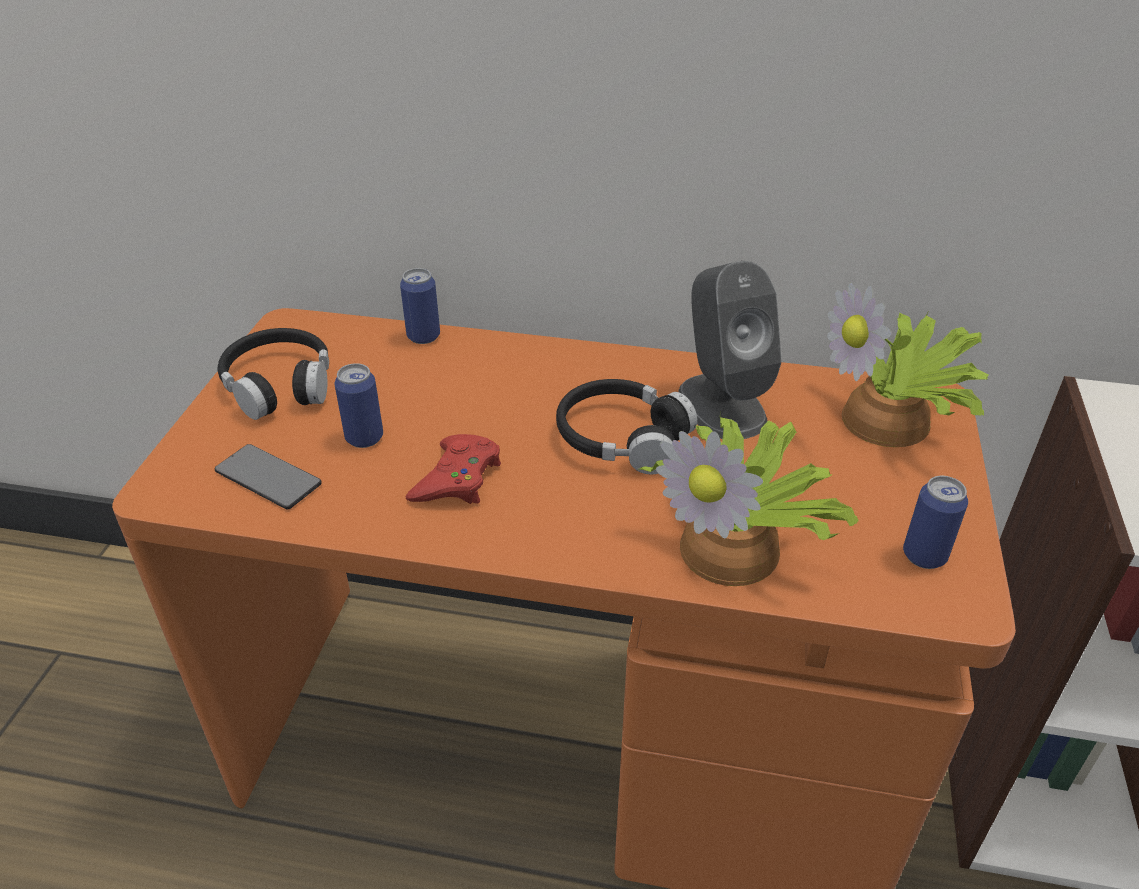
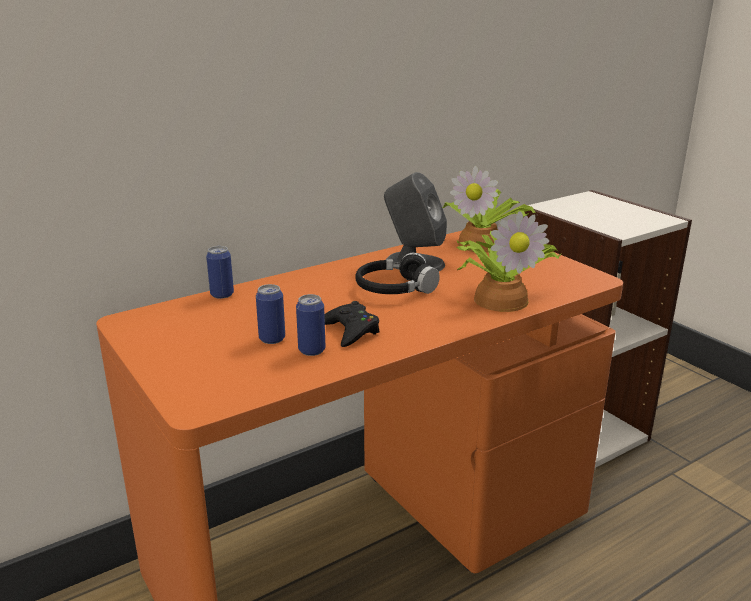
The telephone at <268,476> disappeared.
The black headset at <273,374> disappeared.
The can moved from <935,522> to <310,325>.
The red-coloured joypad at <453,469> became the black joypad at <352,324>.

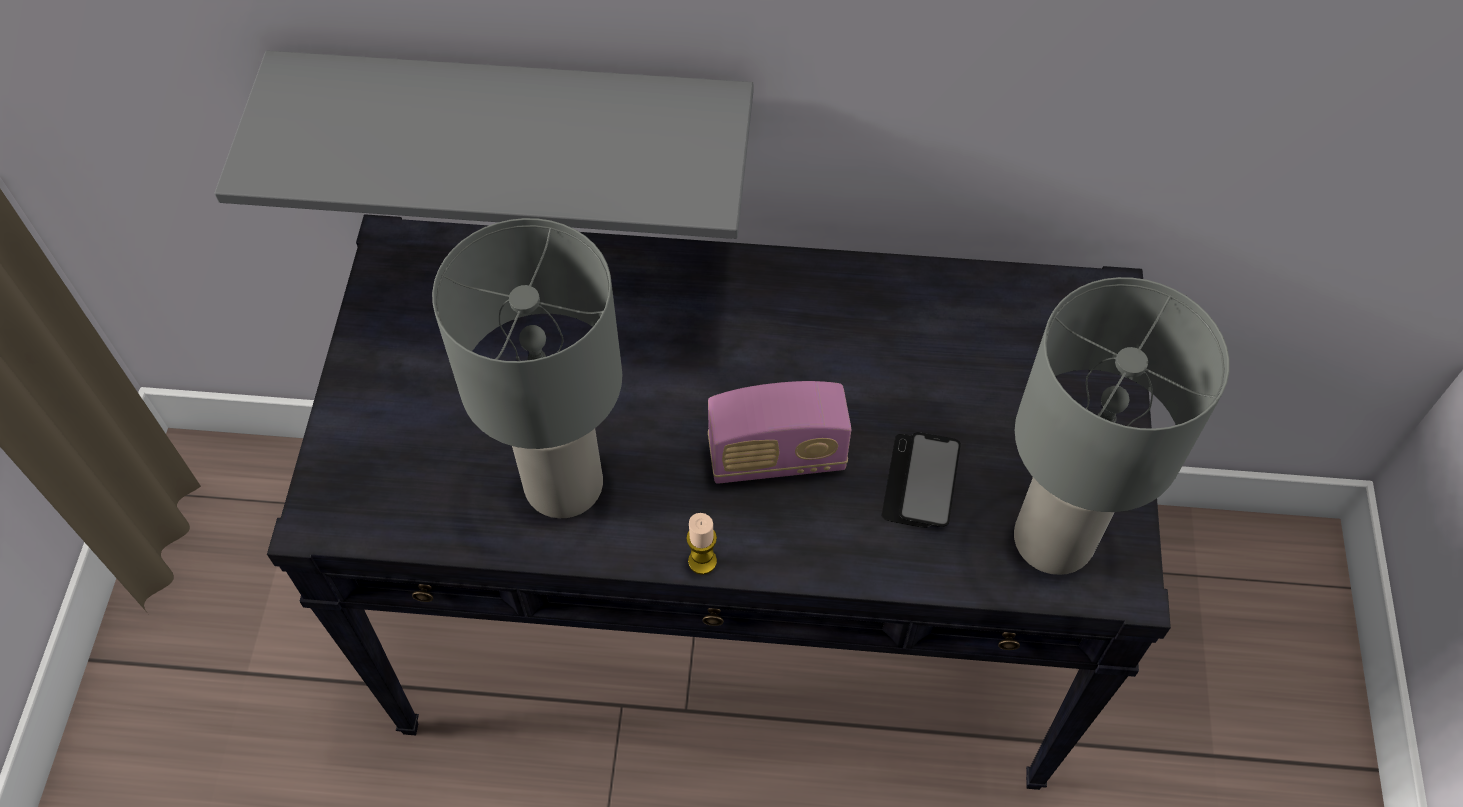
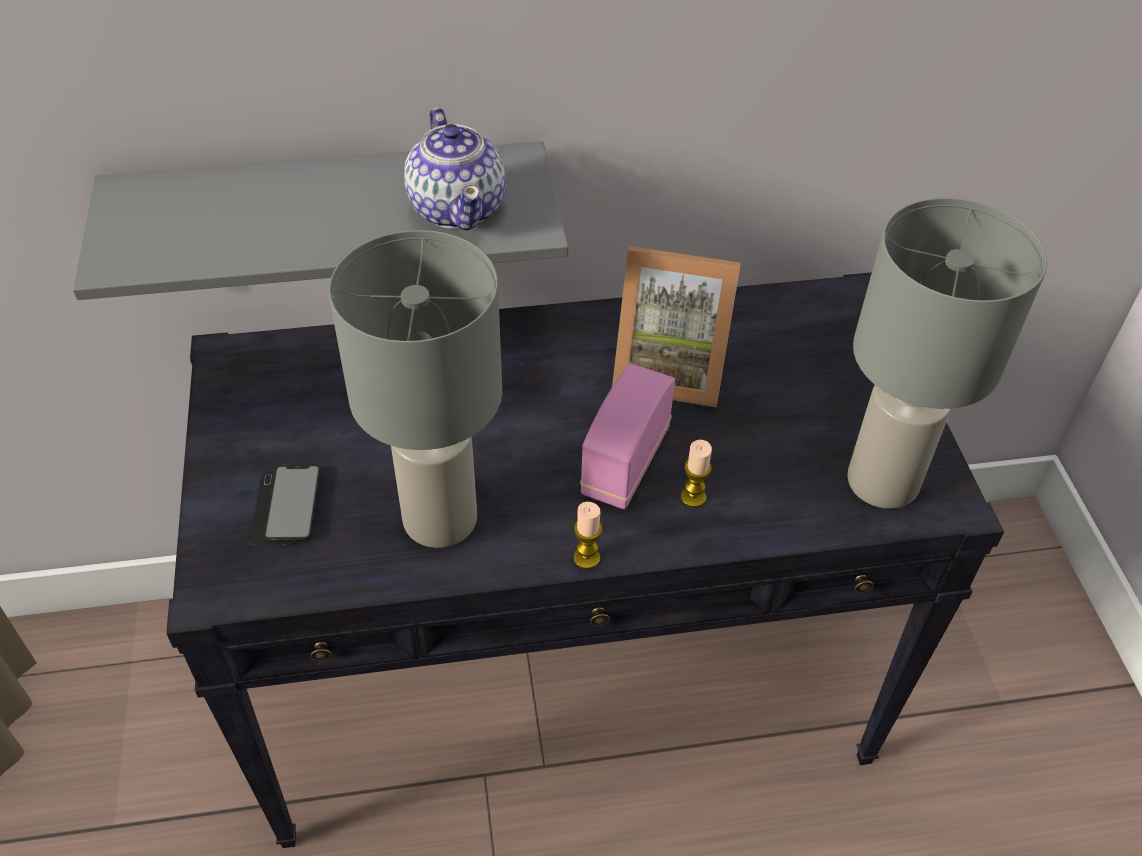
The tea pot at <455,169> appeared.
The photo frame at <676,326> appeared.
The wax light at <696,474> appeared.
The telephone moved from <921,480> to <285,505>.
The radio set at <779,432> turned 135 degrees clockwise.

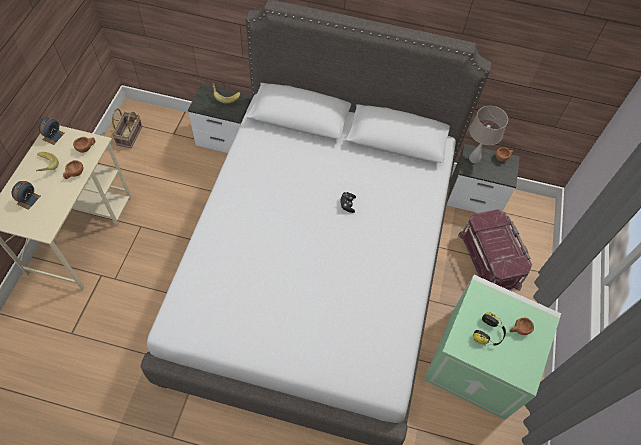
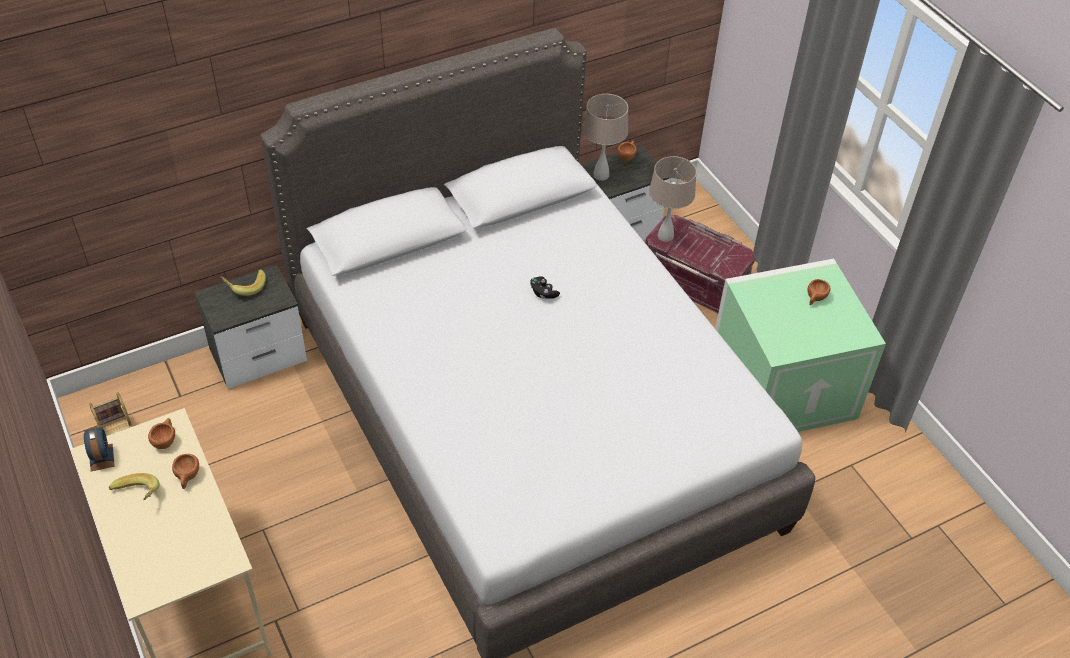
The alarm clock at <26,195> disappeared.
The headset at <489,329> disappeared.
The sand-coloured tabletop lamp at <673,199> appeared.

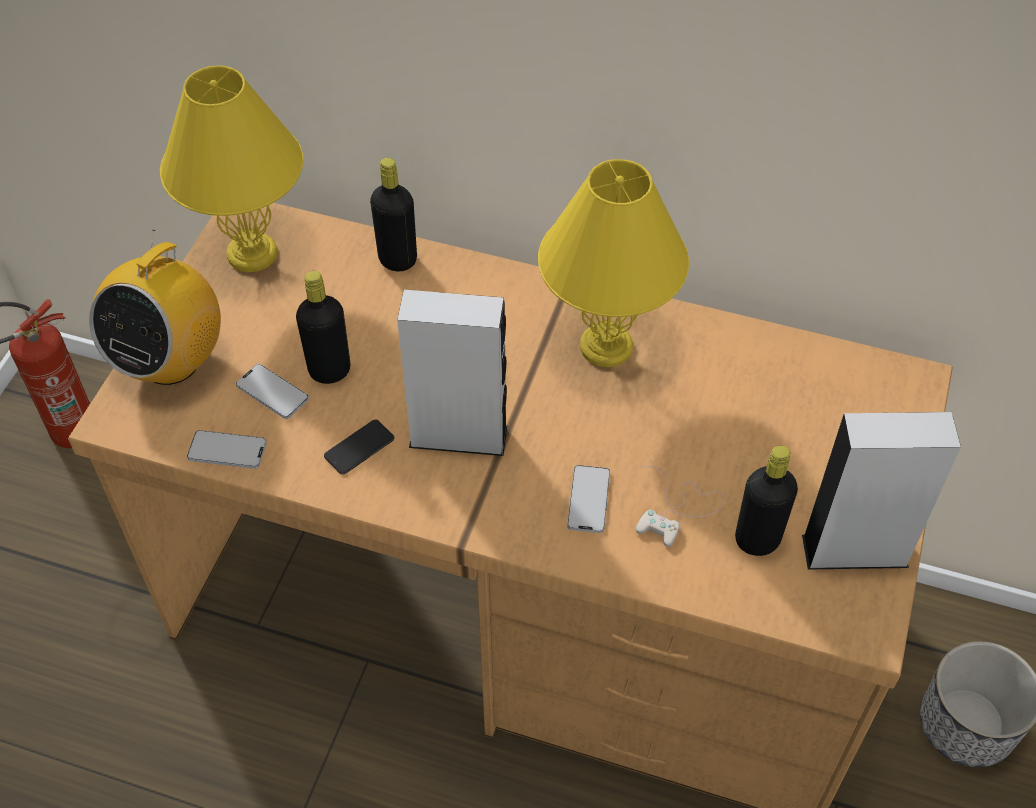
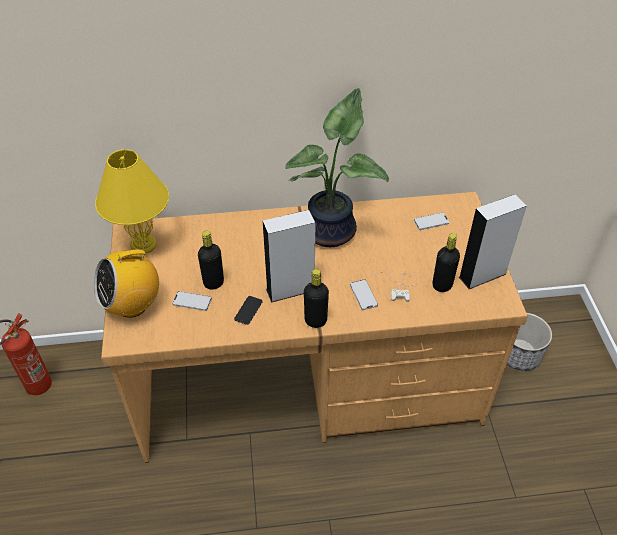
The telephone moved from <227,449> to <431,221>.
The black drink bottle moved from <393,215> to <316,298>.
The yellowish tabletop lamp at <613,263> was replaced by the plant in a pot at <337,167>.
The radio set at <155,307> turned 60 degrees clockwise.

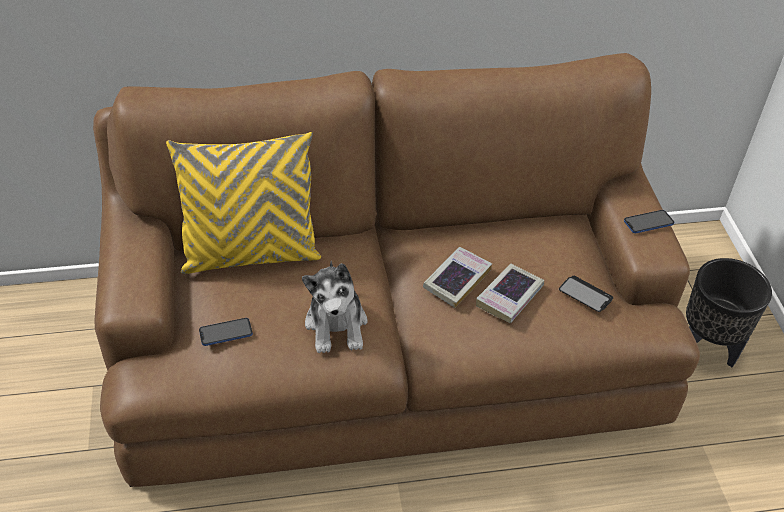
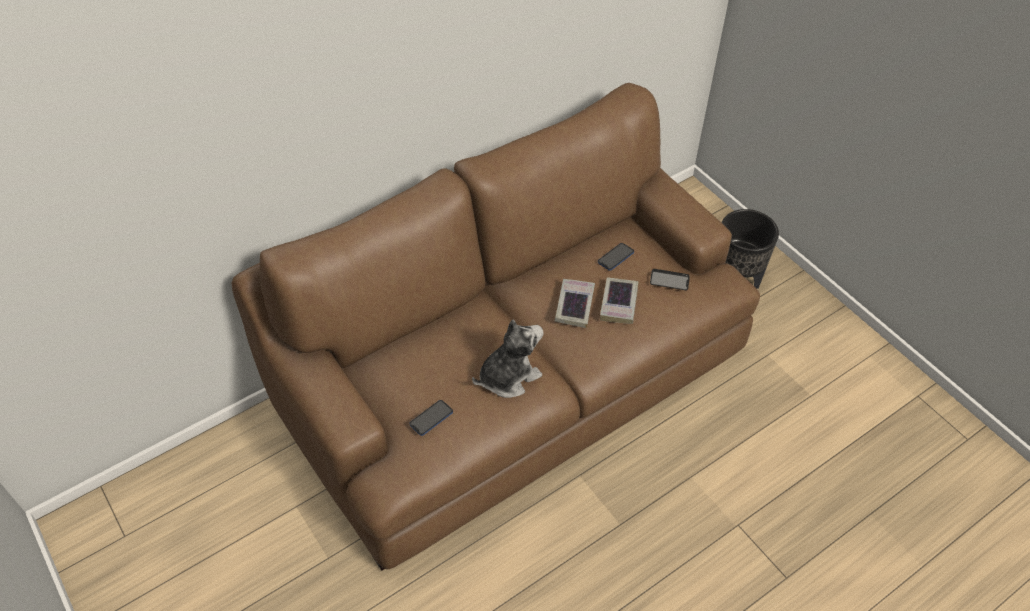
The yellowish cushion at <243,203> disappeared.
The telephone moved from <649,221> to <616,257>.
The plush toy at <335,307> turned 90 degrees counterclockwise.

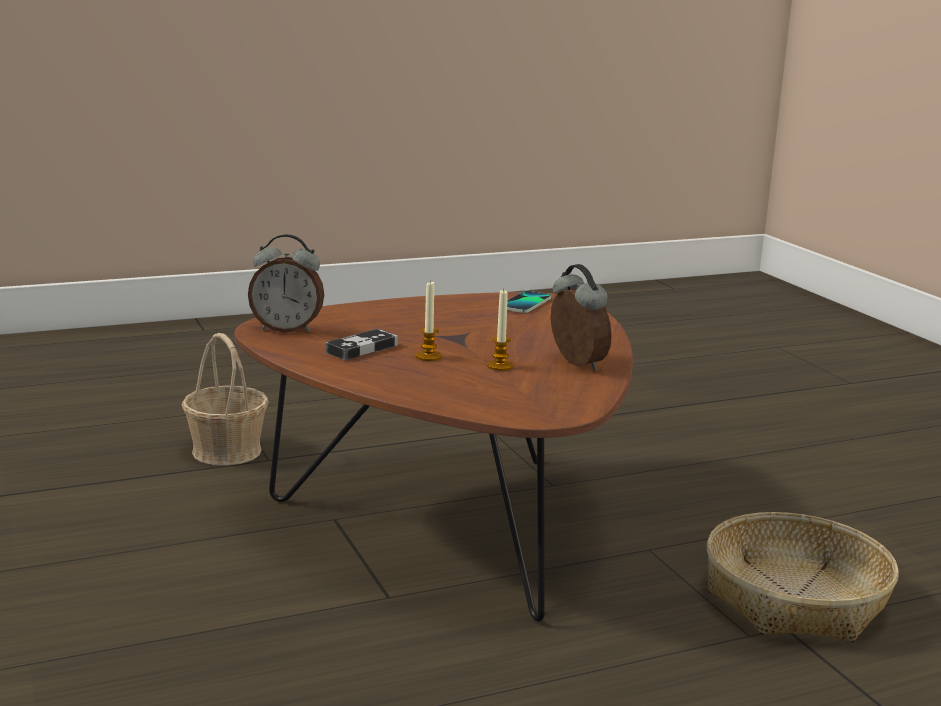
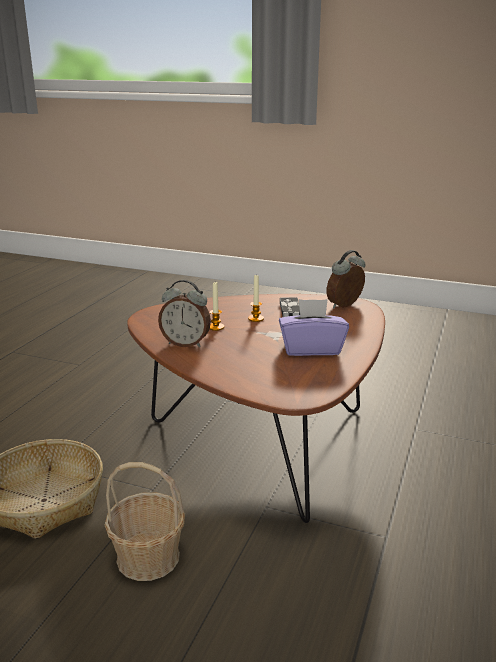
The telephone at <529,302> disappeared.
The purplish tissue box at <314,327> appeared.
The household basket moved from <225,399> to <145,521>.

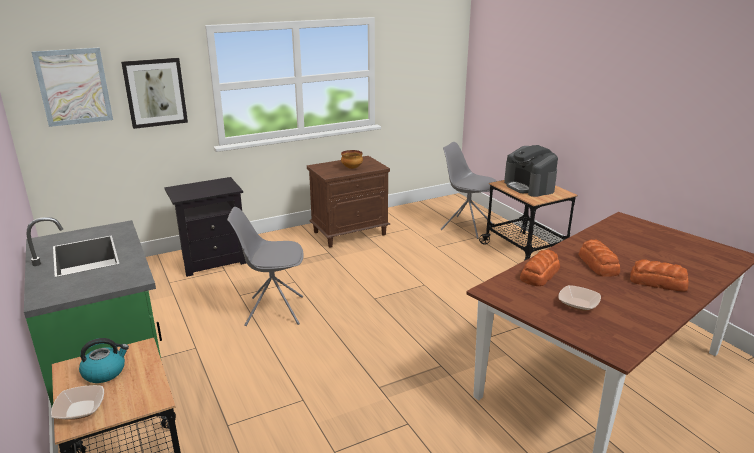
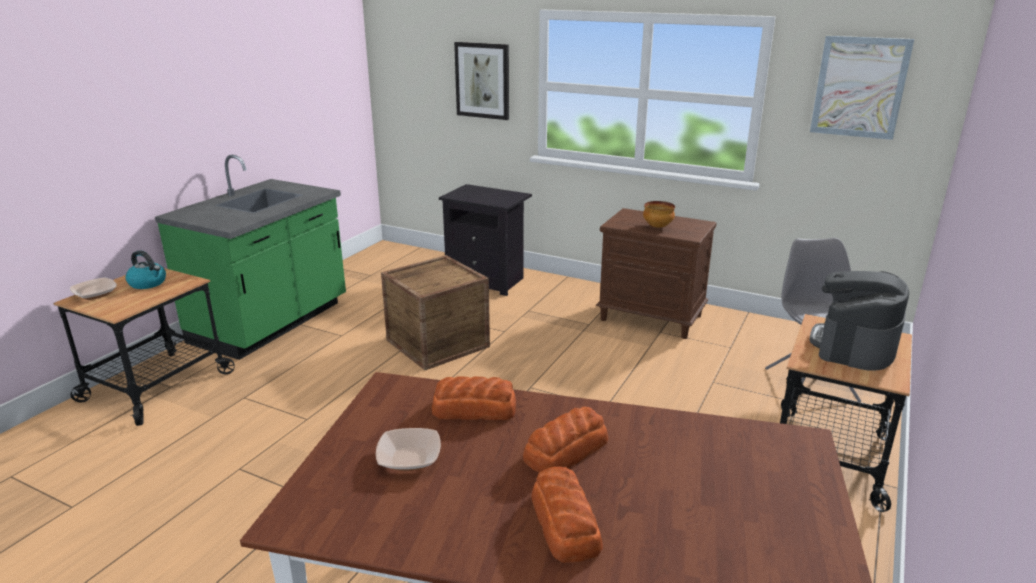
The picture moved from <72,87> to <862,88>.
The gray chair at <265,266> was replaced by the shipping crate at <435,312>.

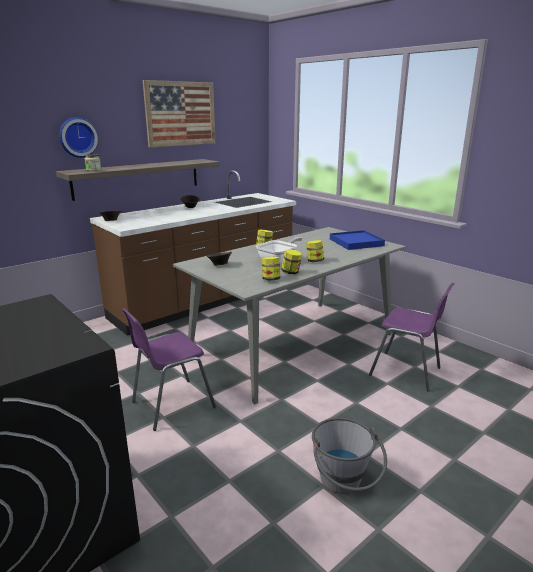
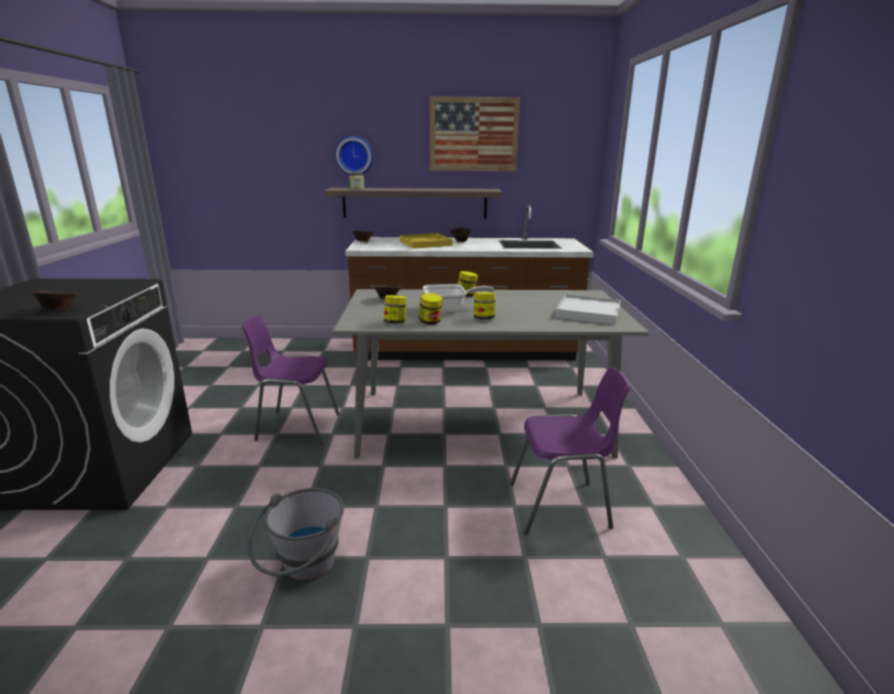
The brownish bowl at <54,299> appeared.
The yellowish tray at <426,241> appeared.
The bluish tray at <357,240> became the whitish tray at <588,309>.
The purplish chair at <412,337> turned 75 degrees counterclockwise.

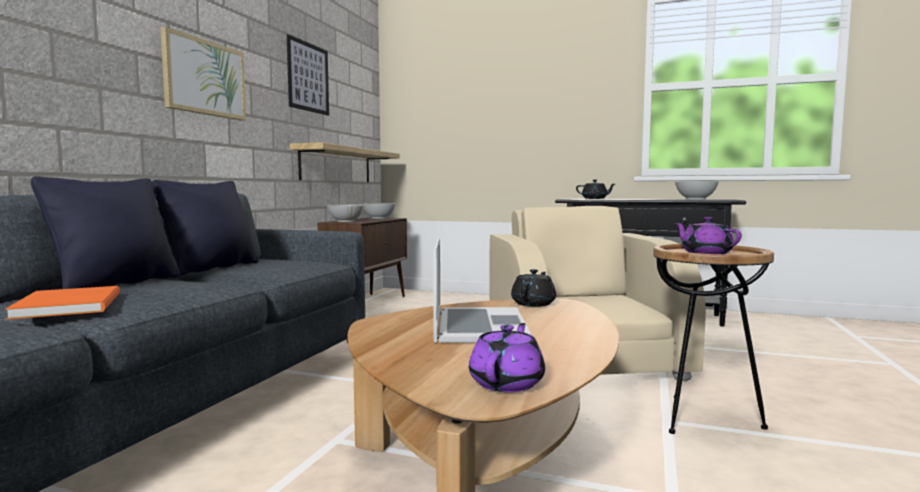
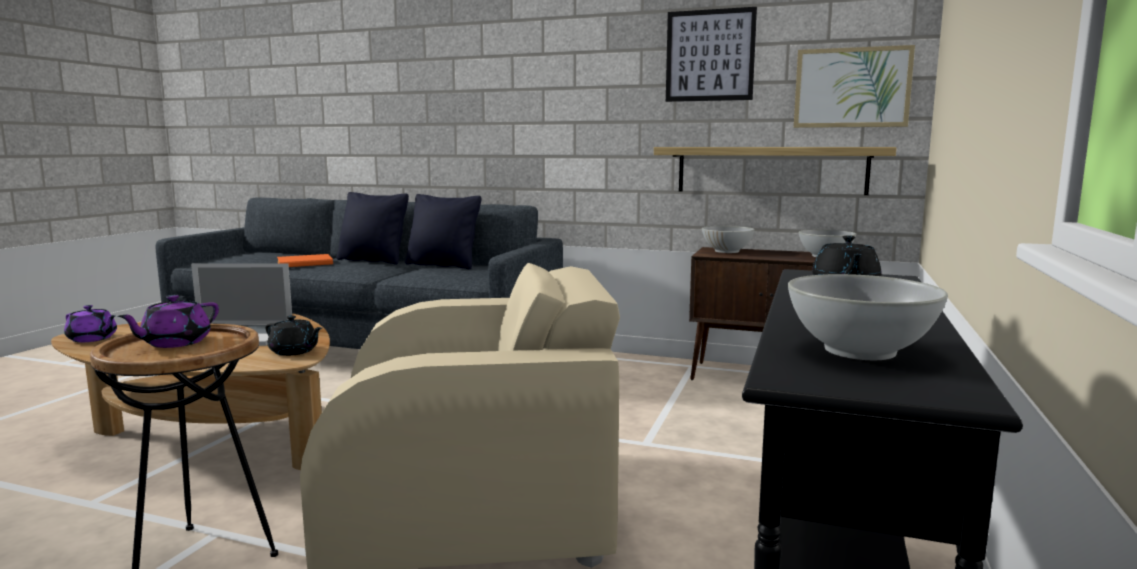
The picture moved from <203,74> to <854,86>.
The purplish tea pot at <708,235> turned 150 degrees clockwise.

